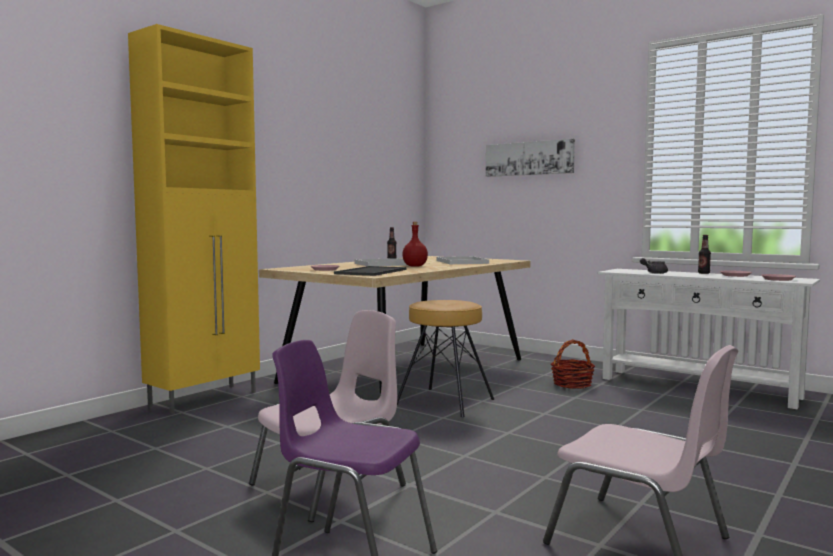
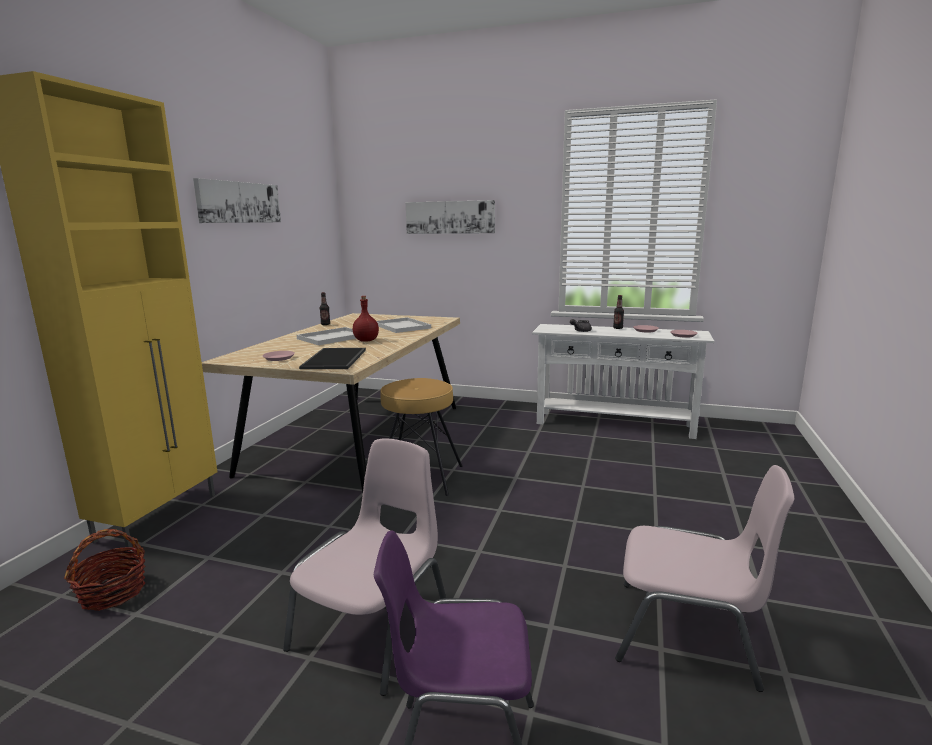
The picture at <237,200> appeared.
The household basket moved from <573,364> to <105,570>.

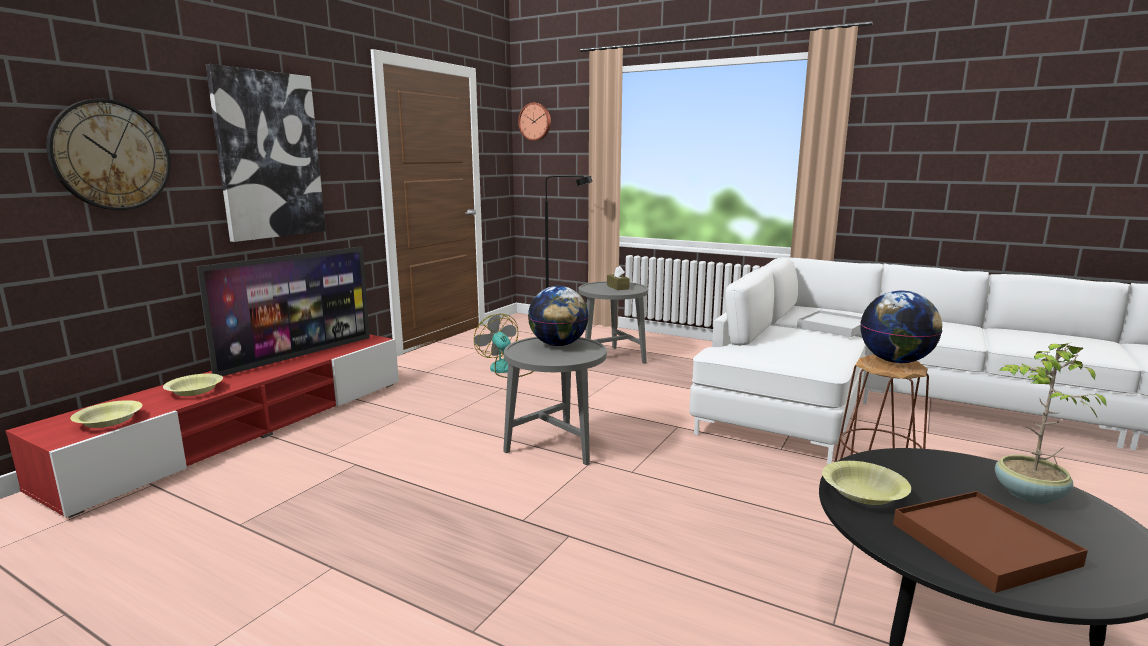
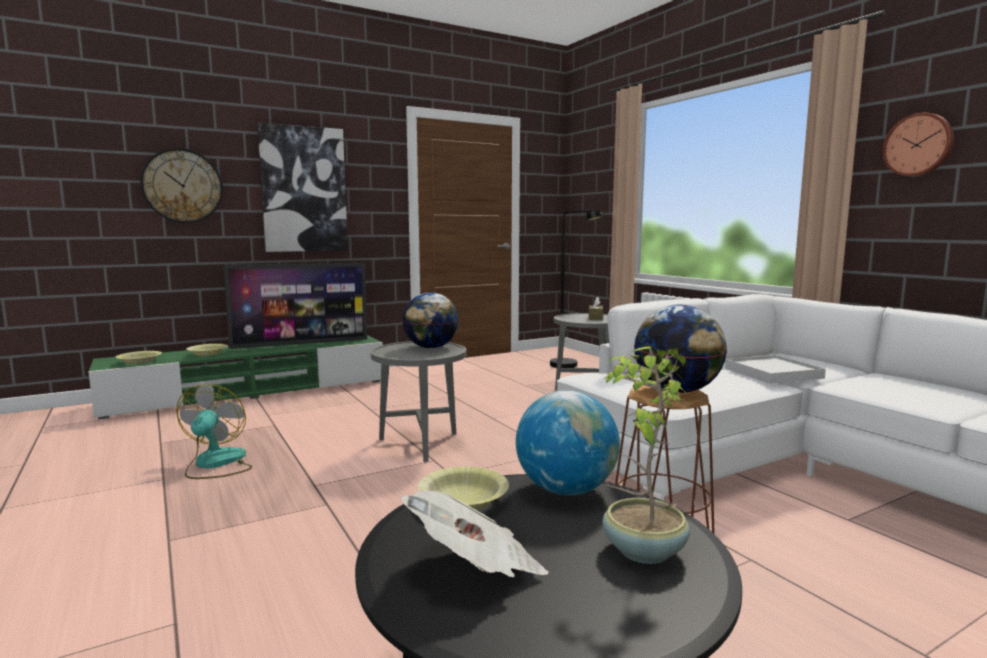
The world globe at <568,443> appeared.
The cooling fan moved from <504,346> to <214,431>.
The clock on the wall moved from <534,122> to <918,145>.
The brownish tray at <990,542> was replaced by the daily paper at <475,534>.
The red-coloured tv stand at <202,426> became the green-coloured tv stand at <236,377>.

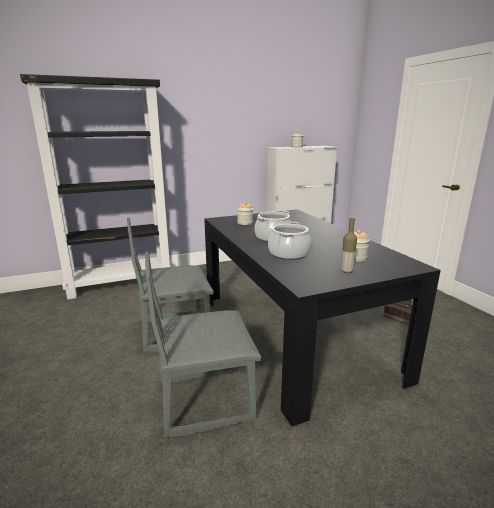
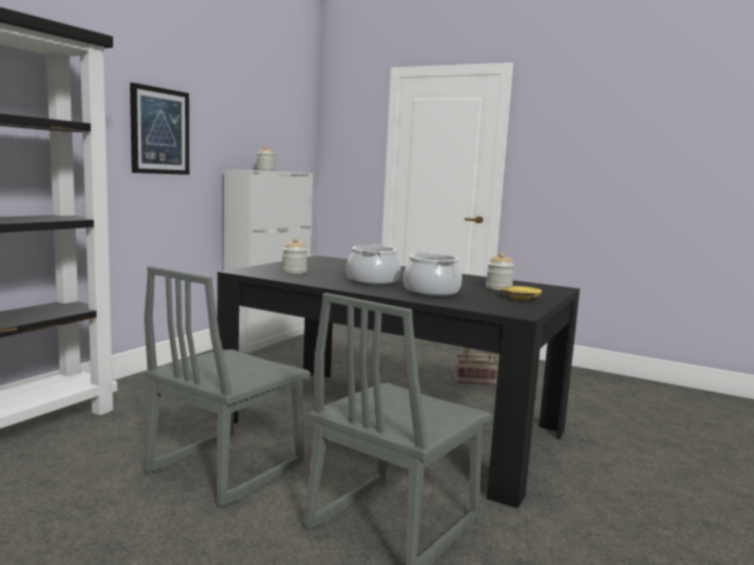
The picture at <159,129> appeared.
The drink bottle at <349,245> was replaced by the yellowish dinner plate at <521,293>.

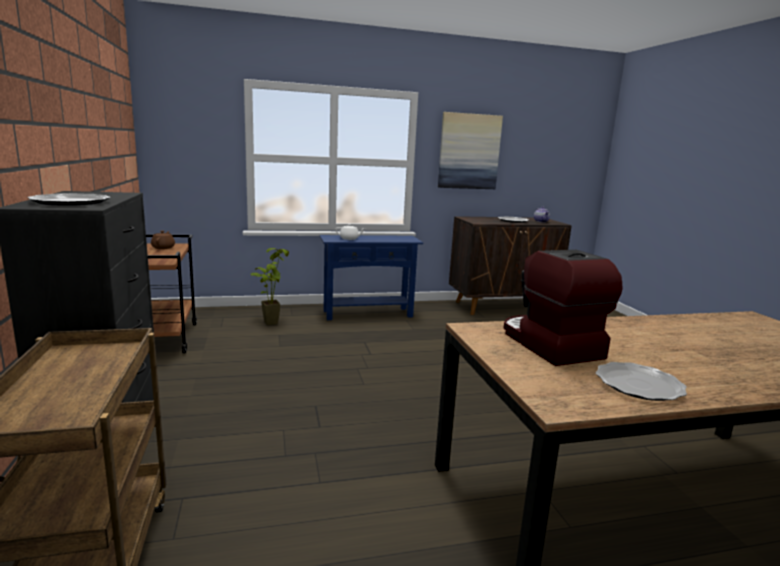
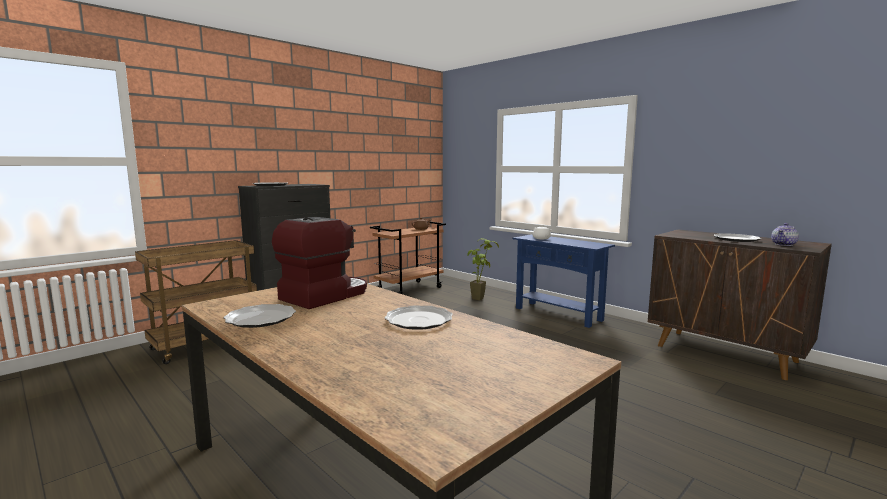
The picture at <470,150> disappeared.
The dinner plate at <418,317> appeared.

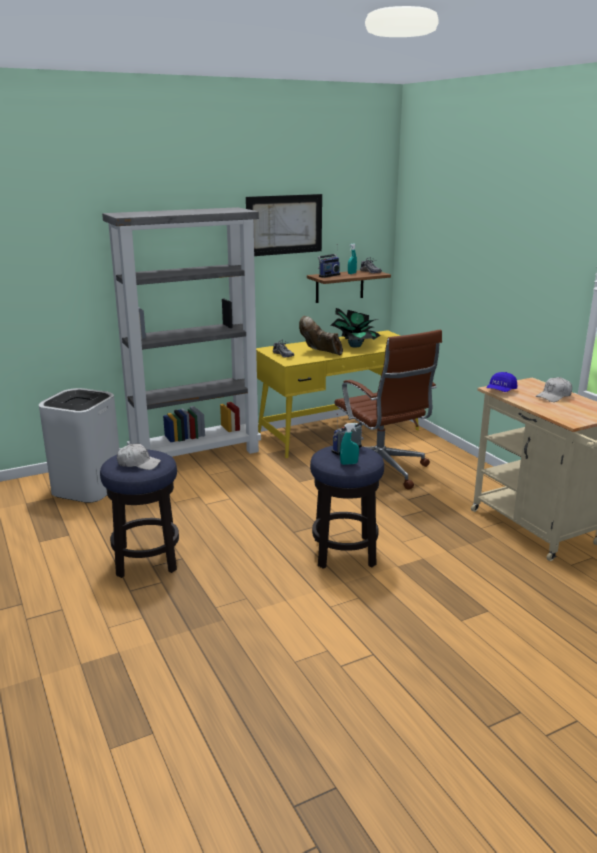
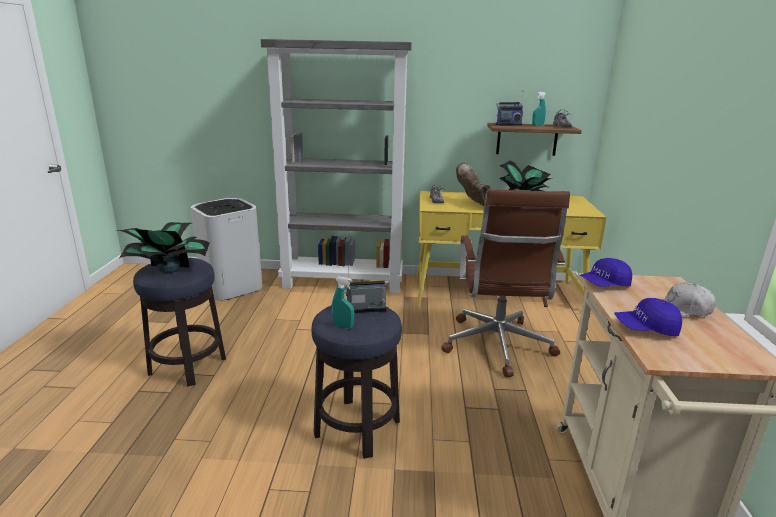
The picture at <284,225> disappeared.
The bluish baseball cap at <648,317> appeared.
The whitish baseball cap at <139,457> was replaced by the plant in a pot at <163,248>.

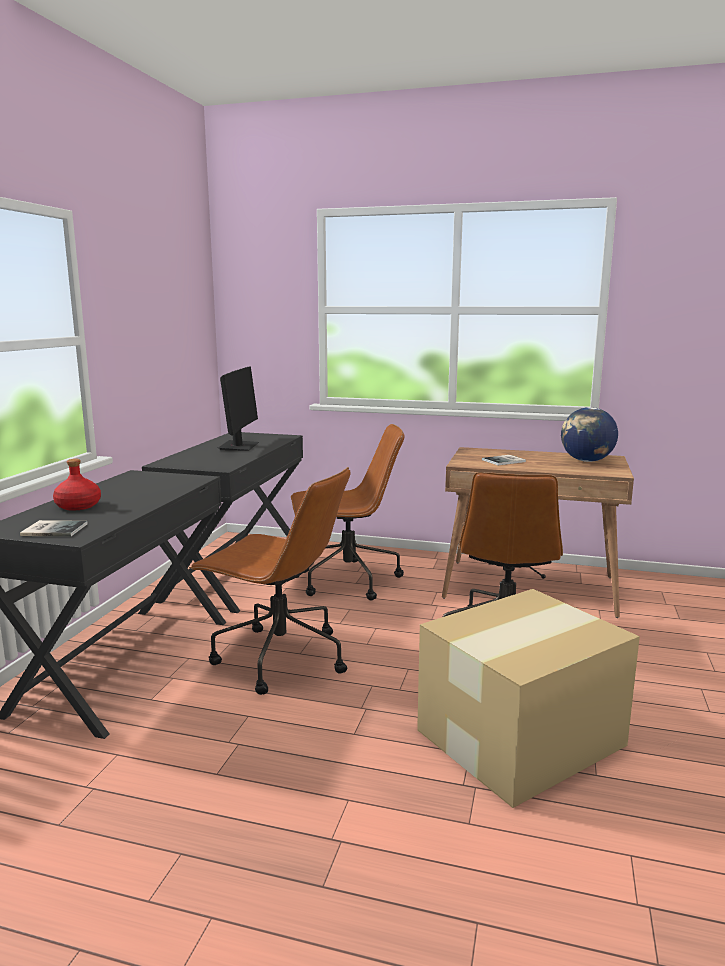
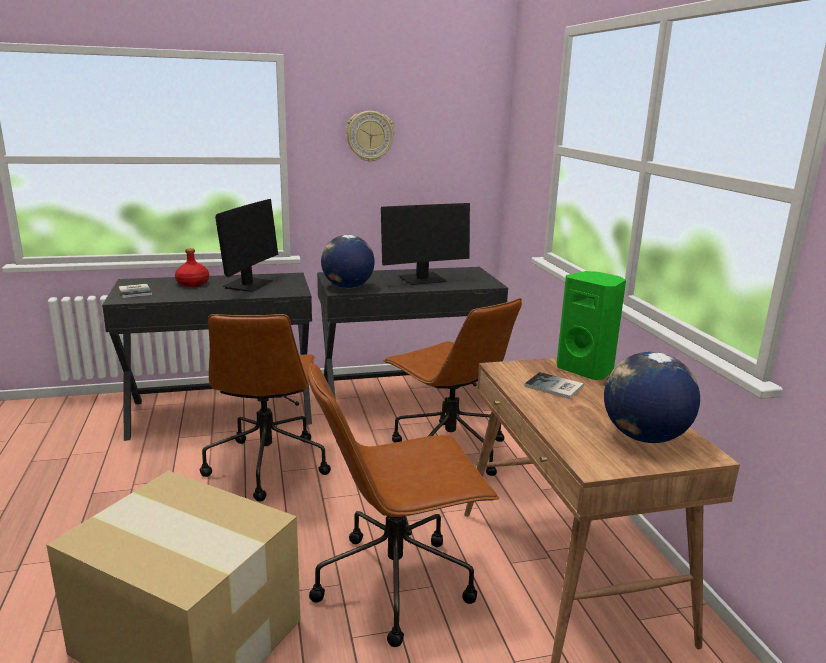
The computer screen at <246,245> appeared.
The world globe at <348,261> appeared.
The clock on the wall at <370,136> appeared.
The green-coloured speaker at <591,325> appeared.

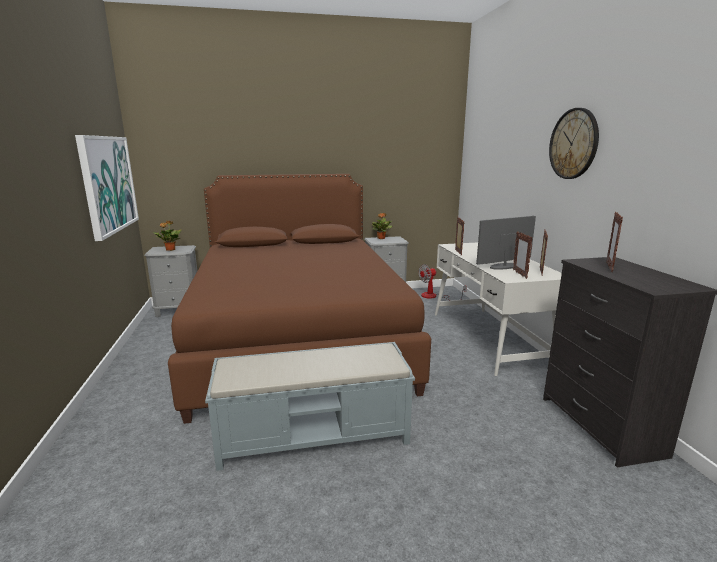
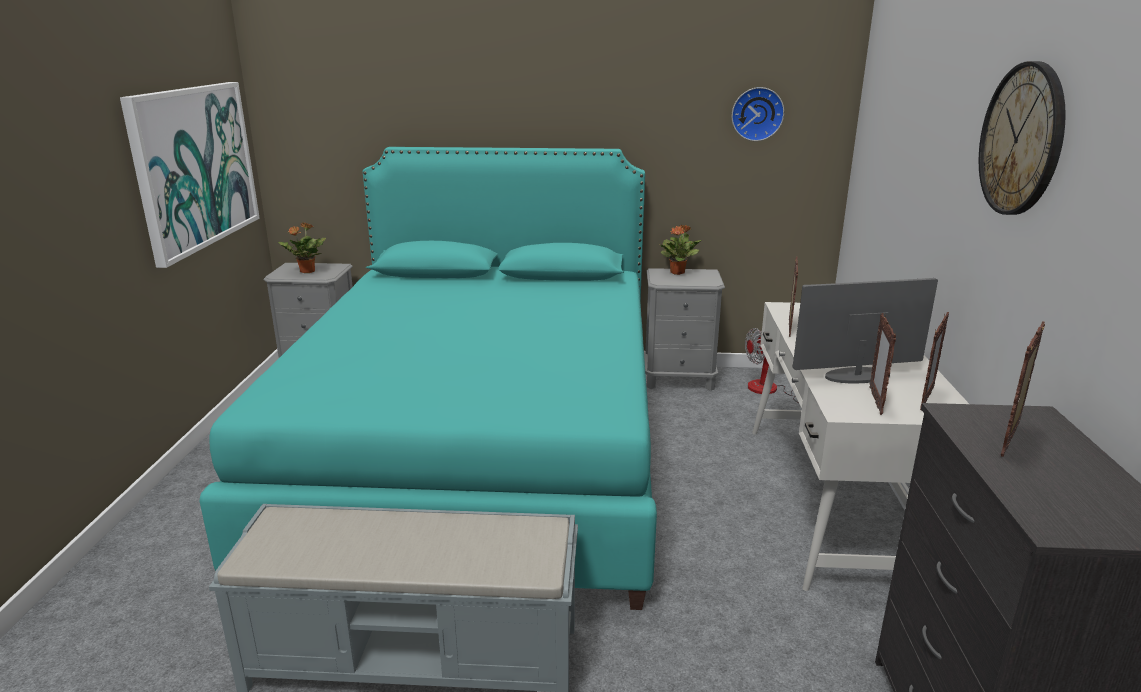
The clock on the wall at <758,114> appeared.
The brownish bedroom bed at <299,299> became the turquoise bedroom bed at <428,378>.

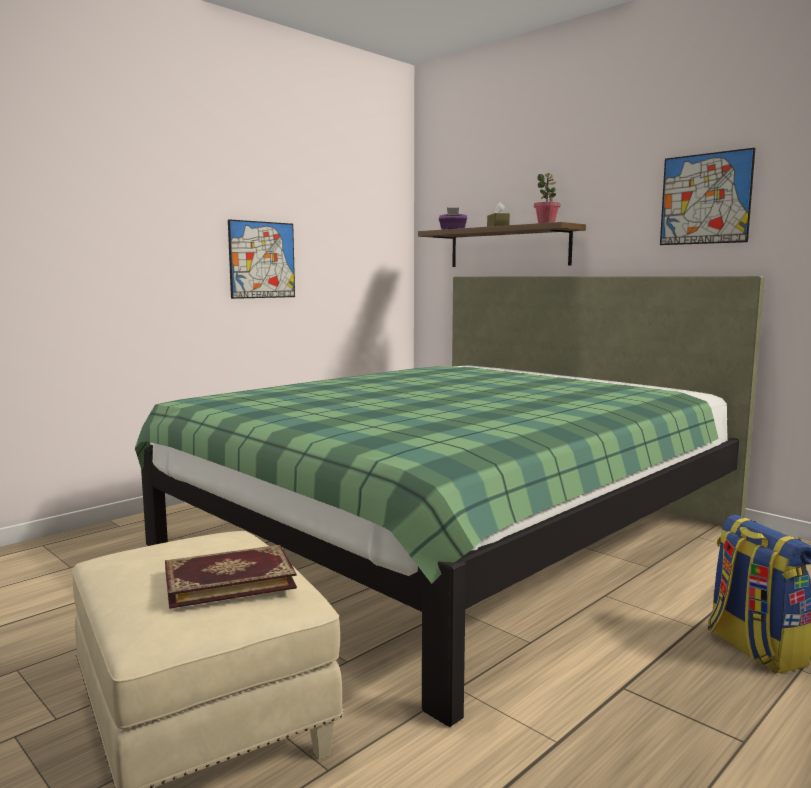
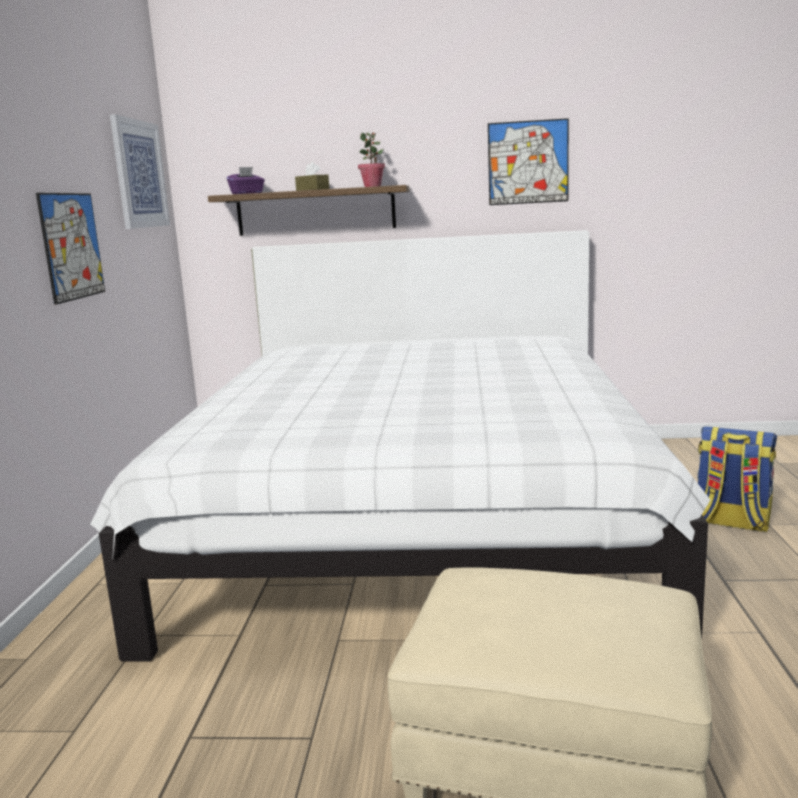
The bound book at <231,577> disappeared.
The picture at <140,171> appeared.
The green-coloured bedroom bed at <450,501> became the whitish bedroom bed at <400,446>.

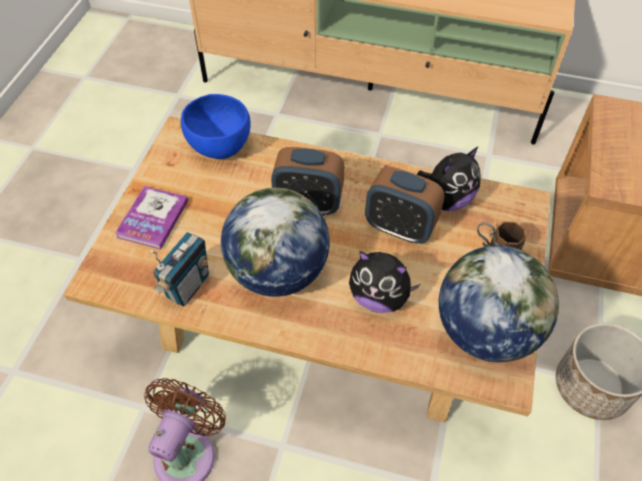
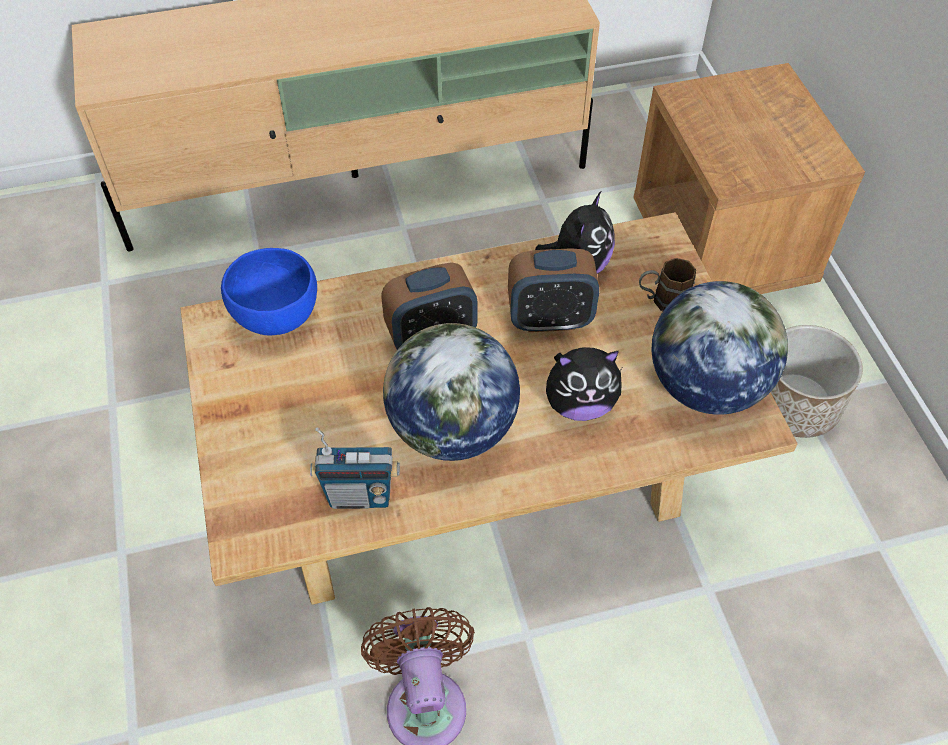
The bound book at <151,218> disappeared.
The radio set at <180,269> turned 90 degrees clockwise.

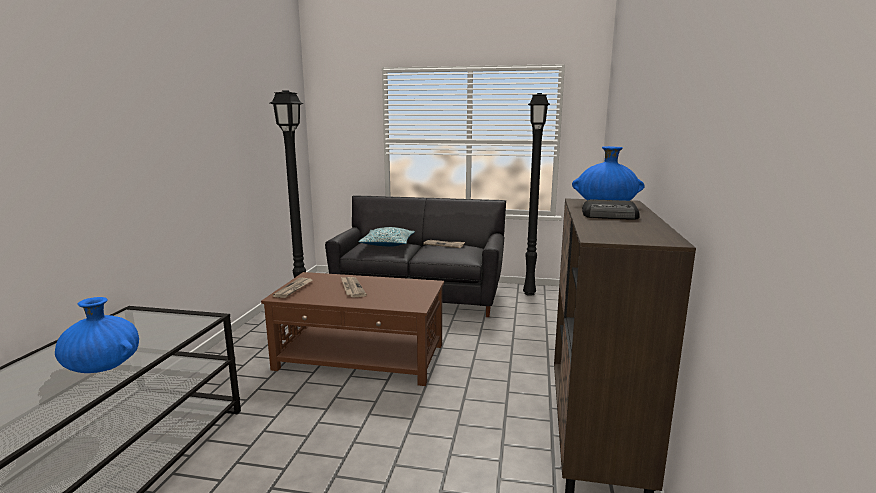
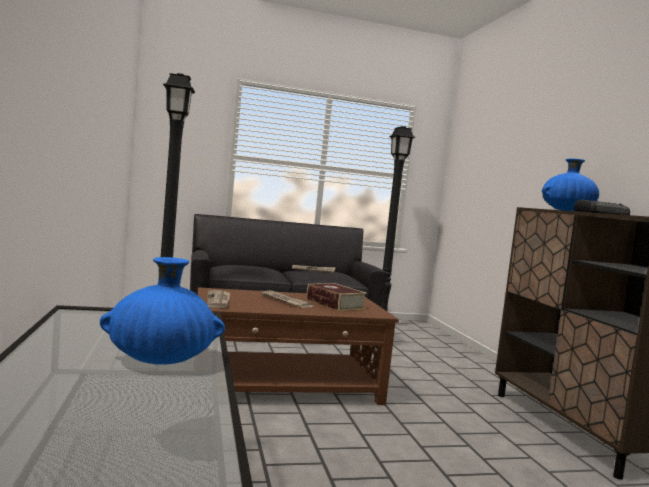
The cushion at <386,237> disappeared.
The bound book at <337,297> appeared.

